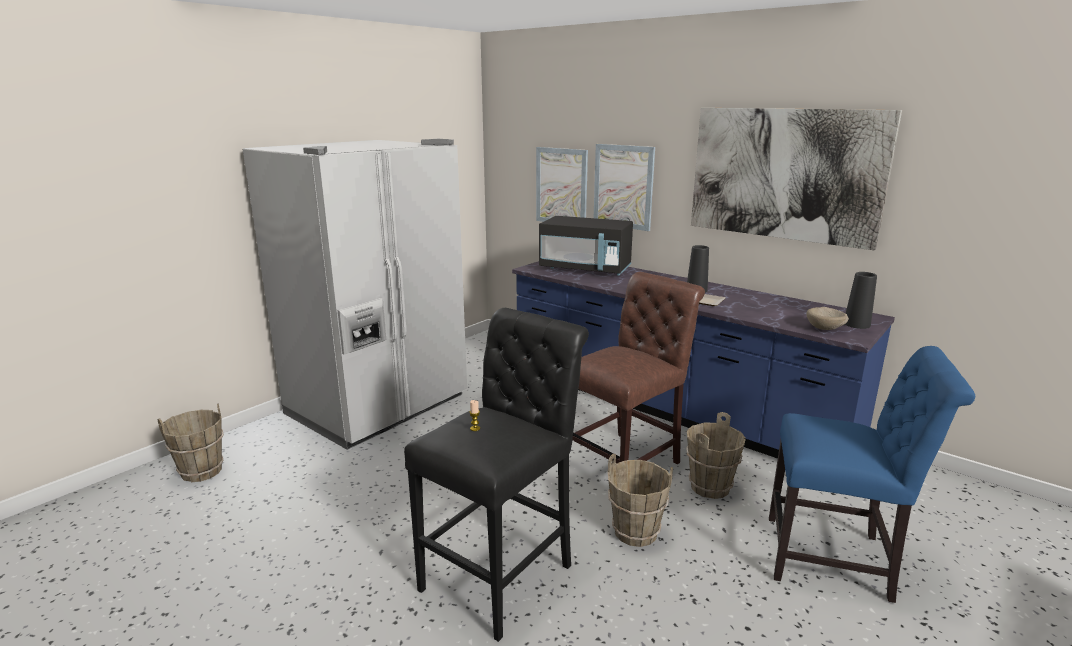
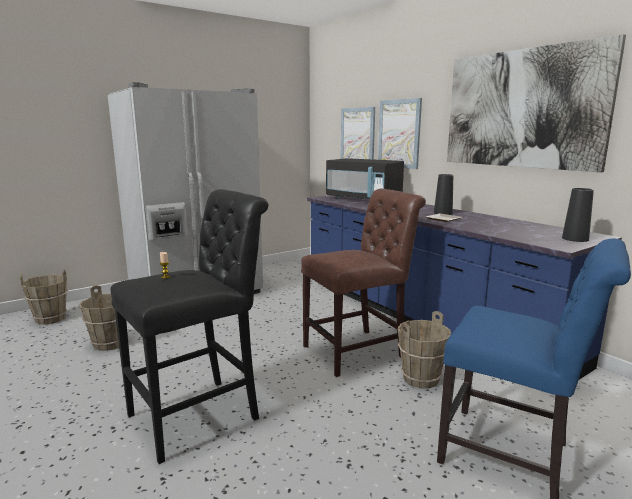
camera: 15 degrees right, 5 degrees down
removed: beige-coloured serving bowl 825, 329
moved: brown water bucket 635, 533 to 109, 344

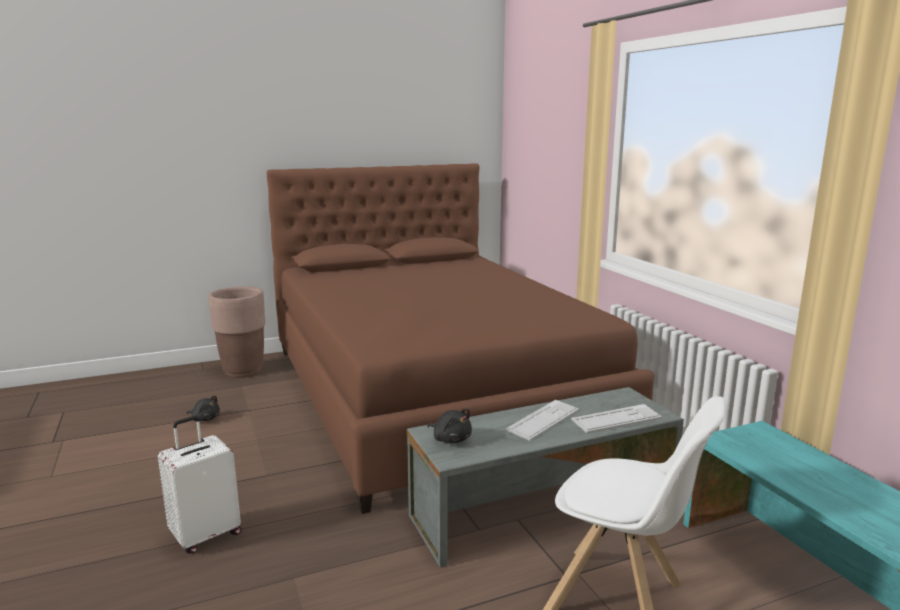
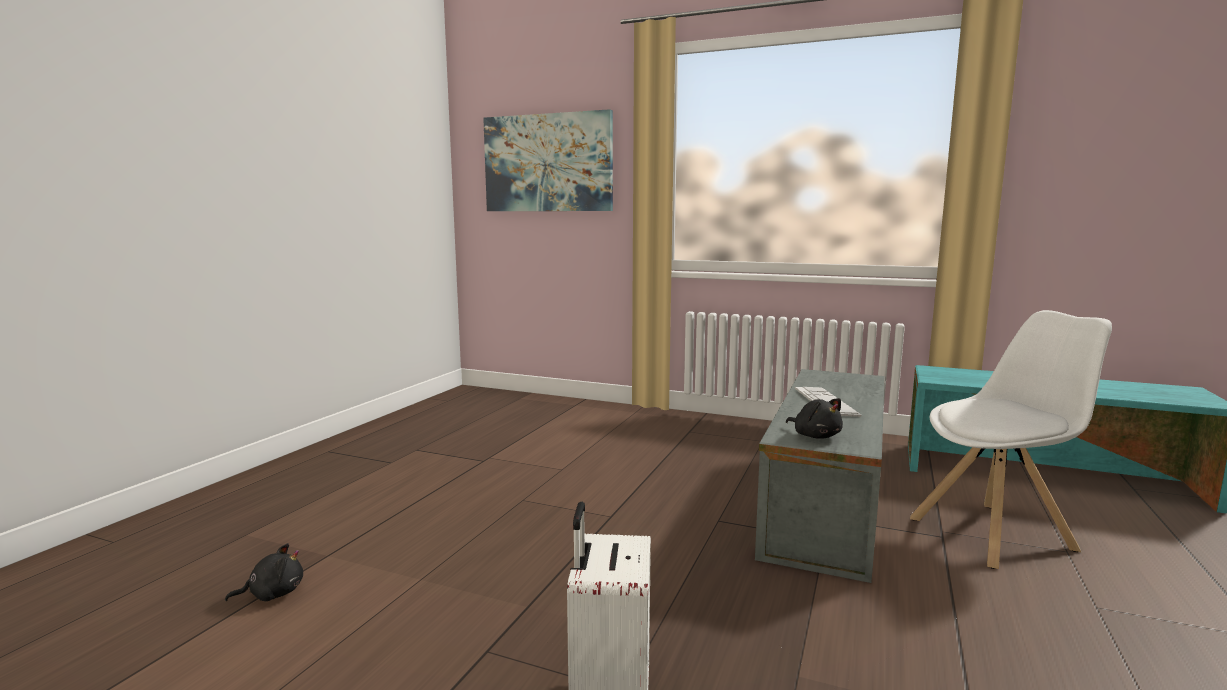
camera: 45 degrees left, 5 degrees down
removed: brown plant pot 243, 371; brown bed 433, 392; keyboard 616, 419
added: wall art 547, 163
turned: black cuddly toy 451, 439 = 815, 436 60 degrees clockwise

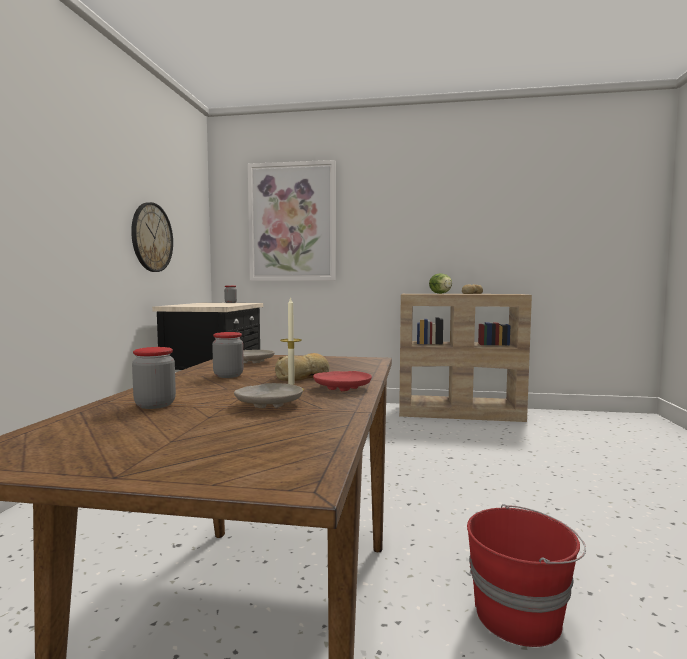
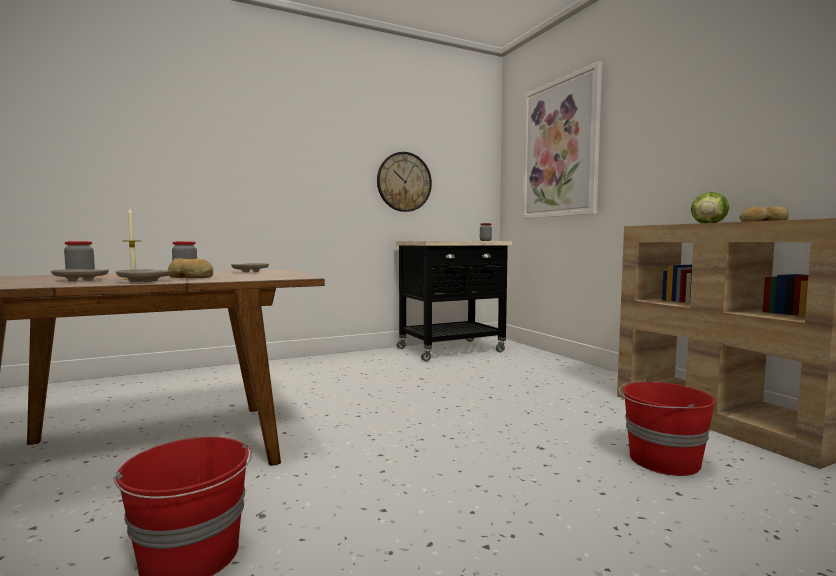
camera: 55 degrees right, 0 degrees up
added: reddish water bucket 662, 460
recoloured: reddish dinner plate 342, 388 to beige-coloured dinner plate 145, 281

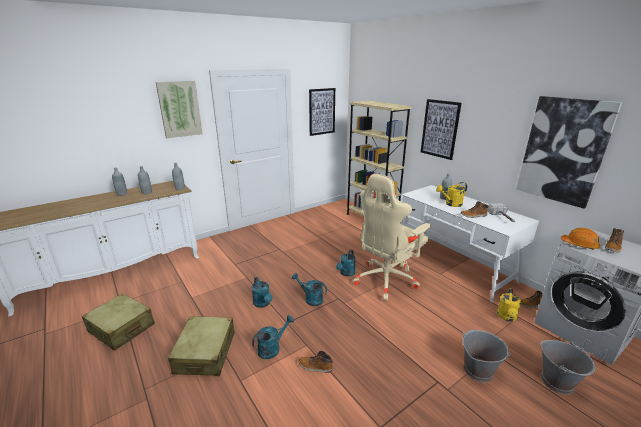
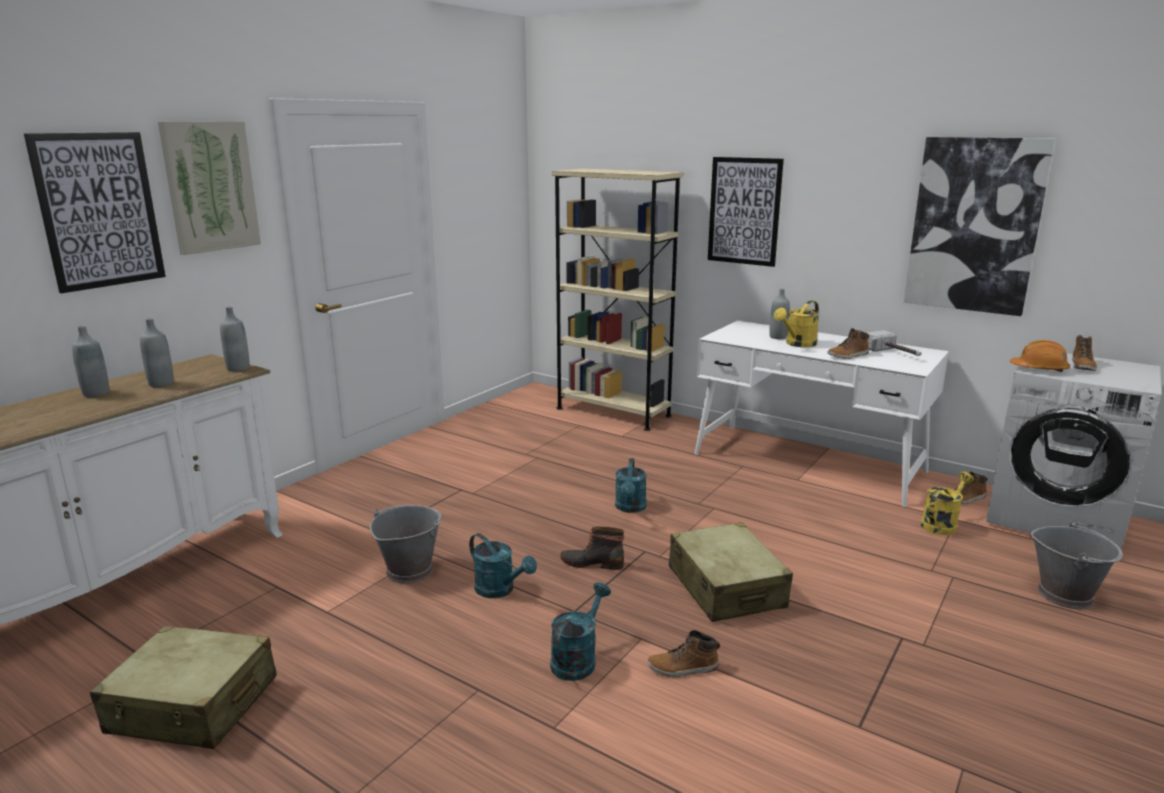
camera: 20 degrees left, 5 degrees down
removed: beige-coloured computer chair 388, 278
moved: wall art 322, 111 to 99, 211; gray water bucket 478, 370 to 409, 570; beige-coloured suitcase 205, 353 to 726, 587
replaced: blue-green watering can 310, 299 to tall boot 592, 562
turned: yellowish watering can 507, 317 = 942, 524 135 degrees counterclockwise

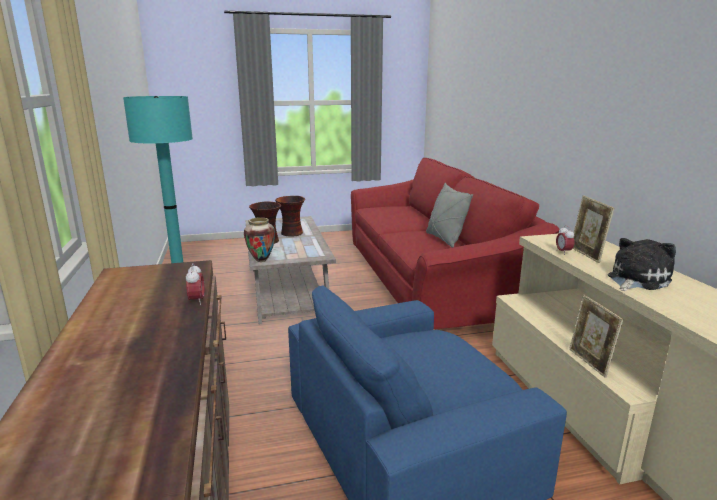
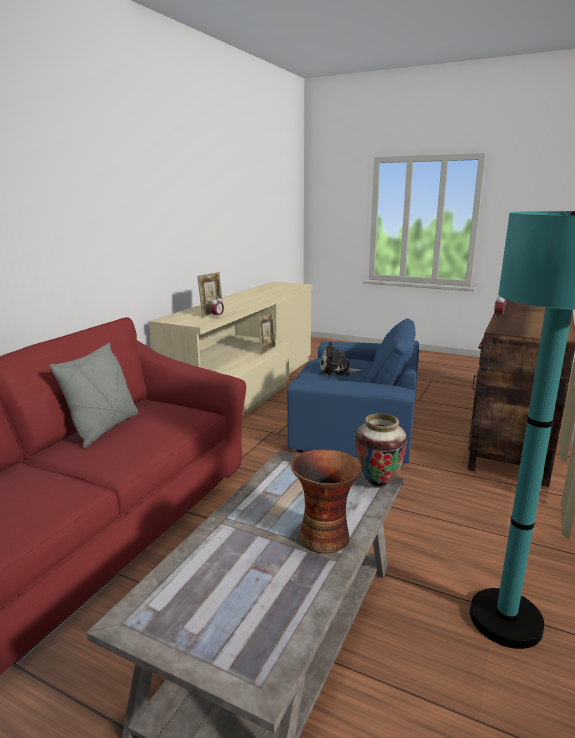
camera: 140 degrees left, 0 degrees up
removed: flower vase 291, 233
moved: cuddly toy 636, 280 to 337, 371

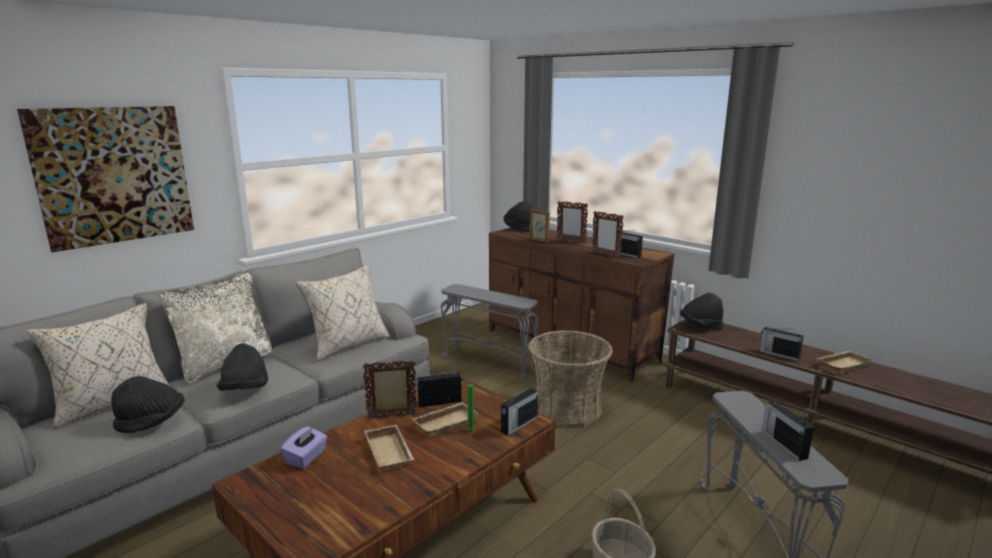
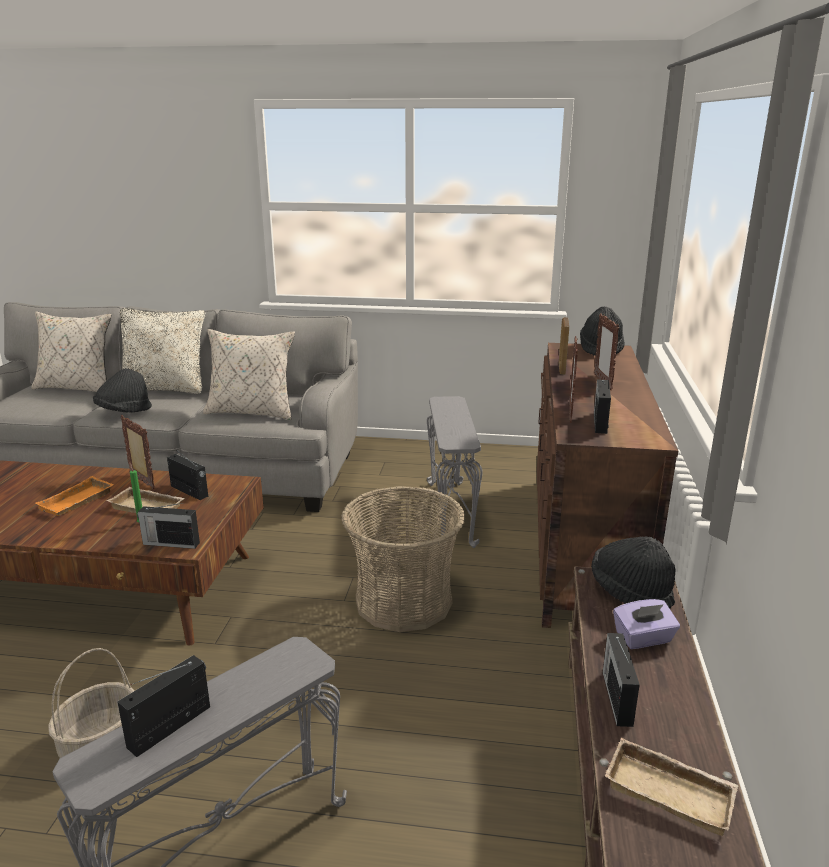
camera: 55 degrees right, 5 degrees up
removed: wall art 114, 175; black hat 152, 423
moved: purple-coloured tissue holder 306, 458 to 643, 638
recoloured: beige-coloured serving tray 391, 452 to orangey serving tray 77, 502

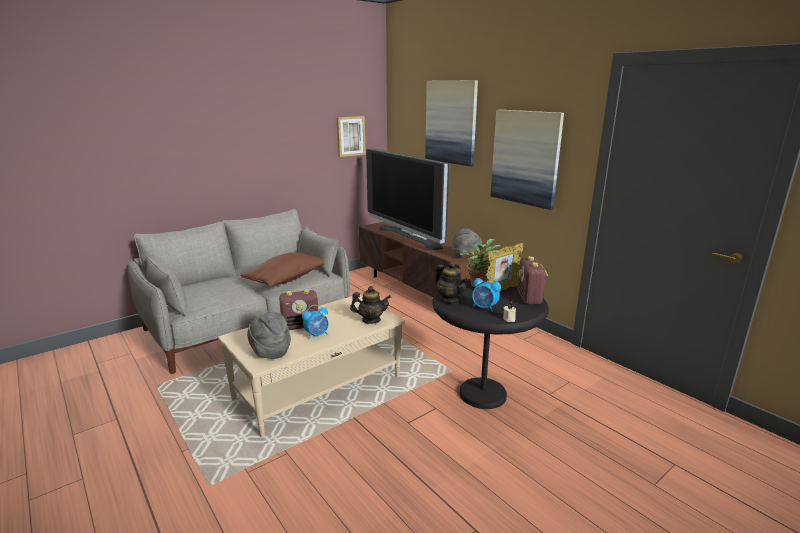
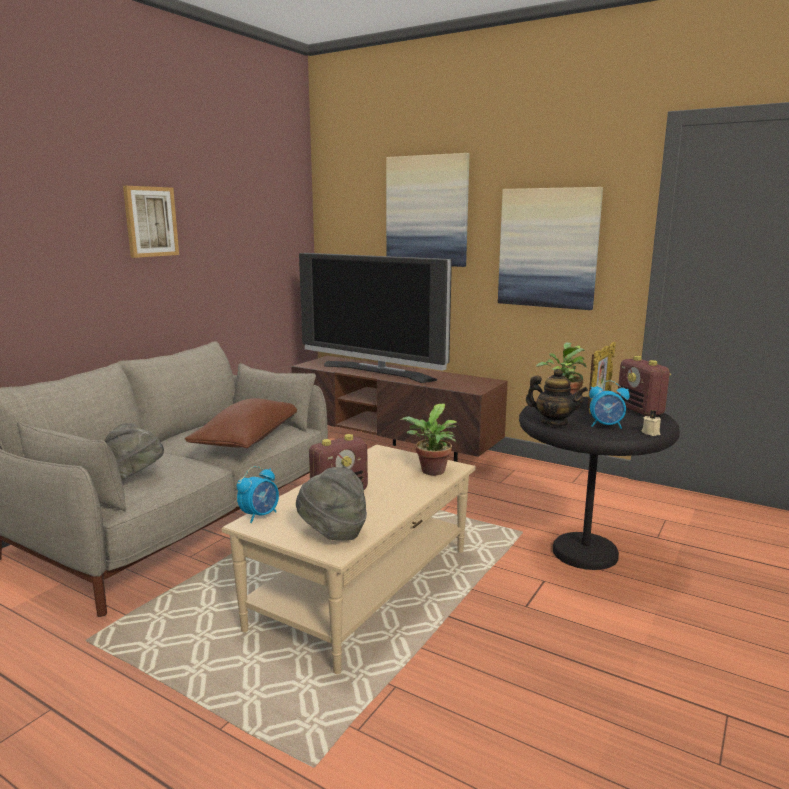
camera: 20 degrees left, 5 degrees down
moved: gray hat 466, 256 to 135, 477; wall art 350, 136 to 150, 221; bedside clock 317, 335 to 260, 515
replaced: tea pot 371, 320 to plant in a pot 431, 472

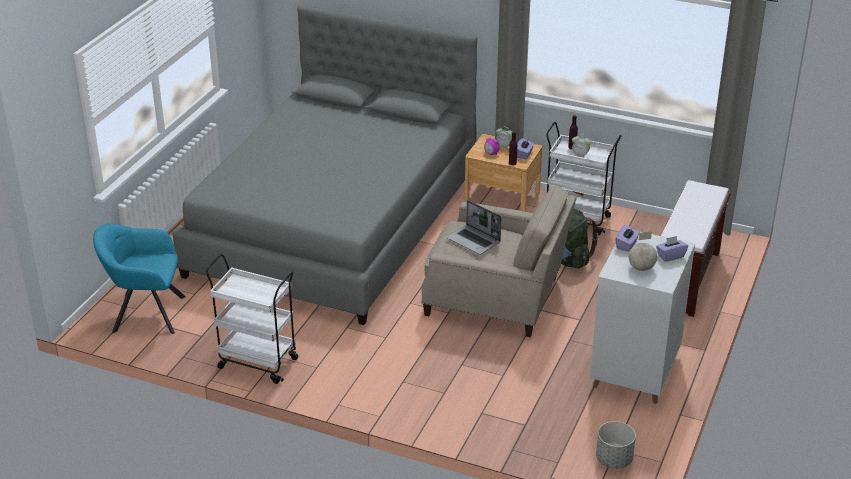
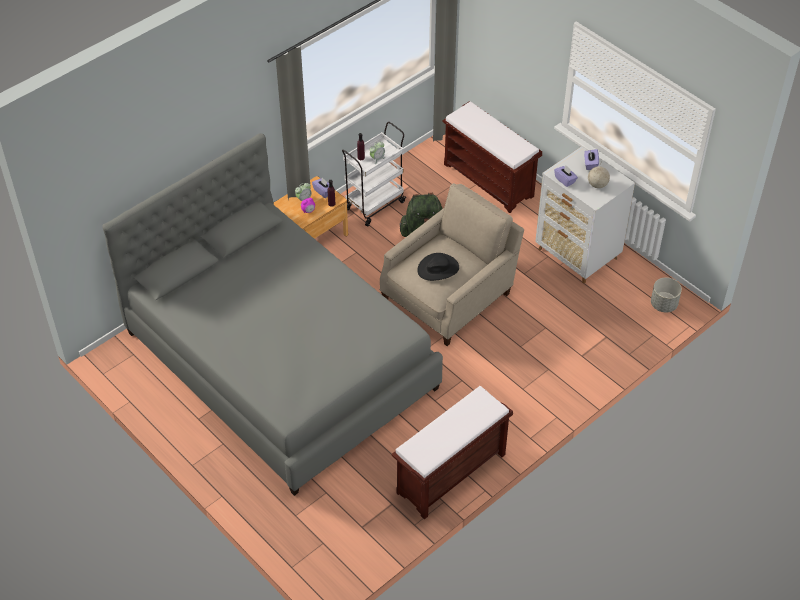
camera: 65 degrees left, 15 degrees up
removed: blue-green easy chair 145, 314
replaced: whitish wheeled cart 257, 363 to brown long seat 450, 475; laptop 474, 241 to black hat 438, 268

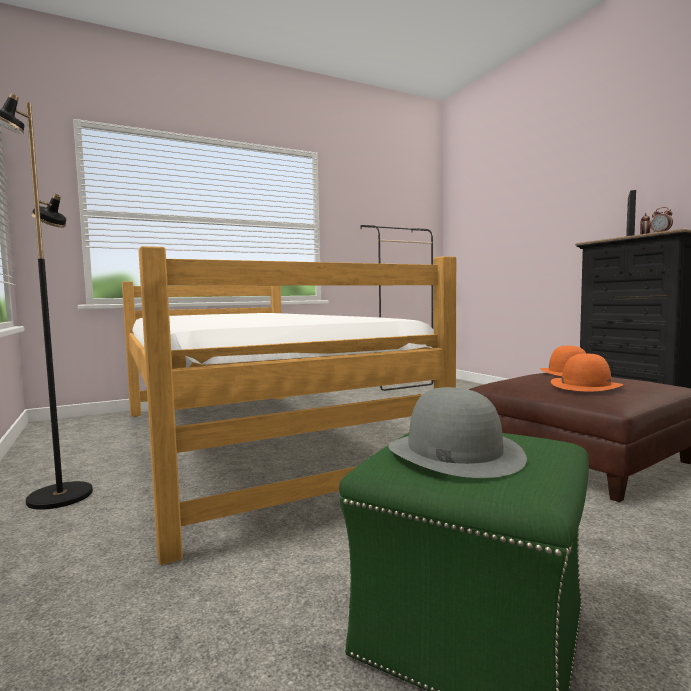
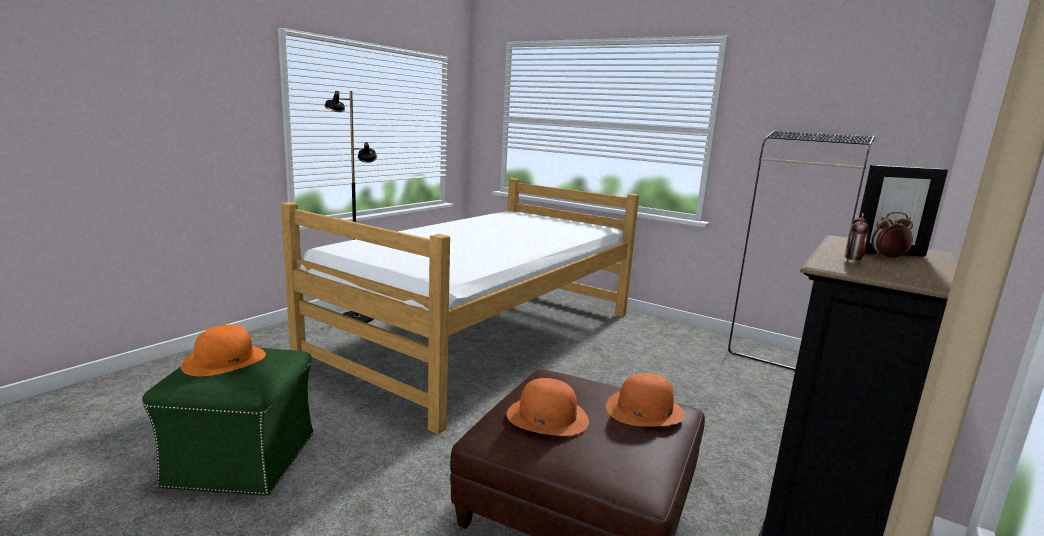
camera: 60 degrees right, 10 degrees up
recoloured: gray hat 453, 452 to orangey hat 225, 360

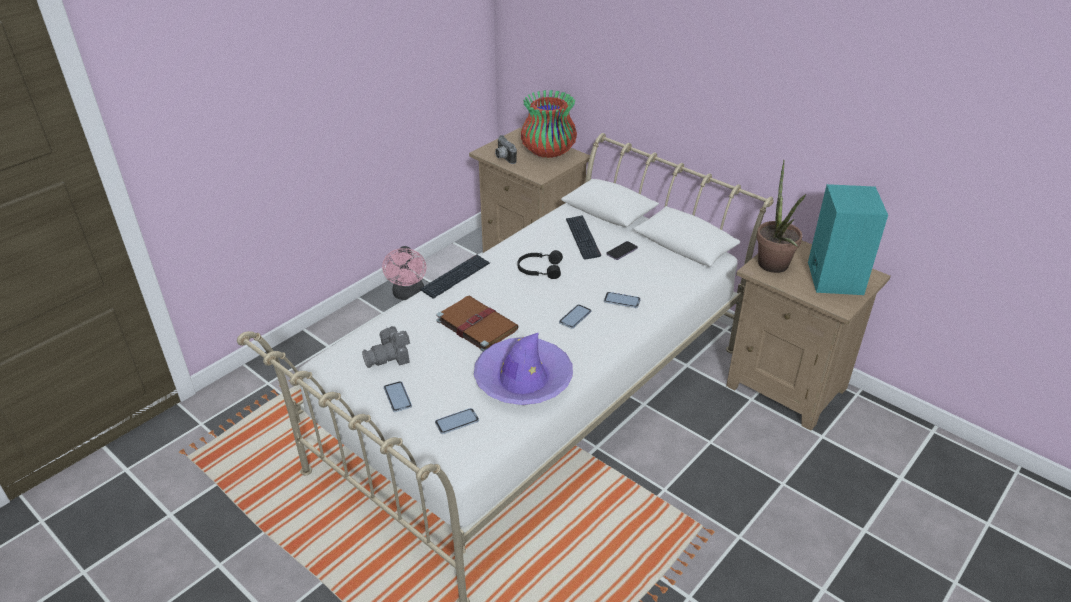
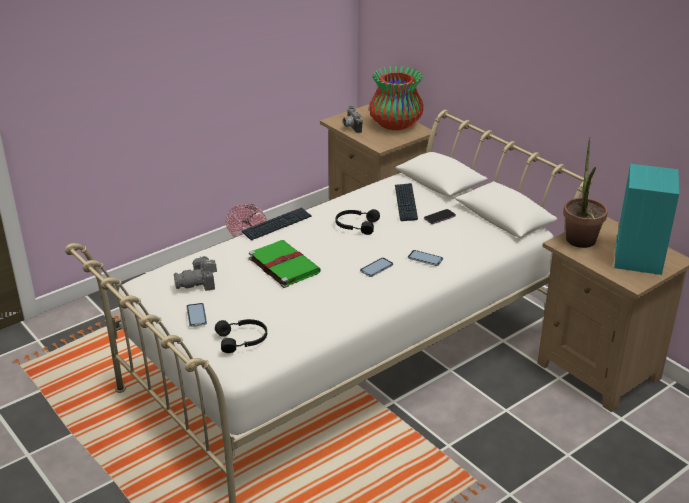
camera: 10 degrees right, 5 degrees down
removed: purple-coloured hat 523, 380
replaced: telephone 457, 422 to black headset 243, 340
recoloured: brown volume 475, 325 to green volume 283, 265

